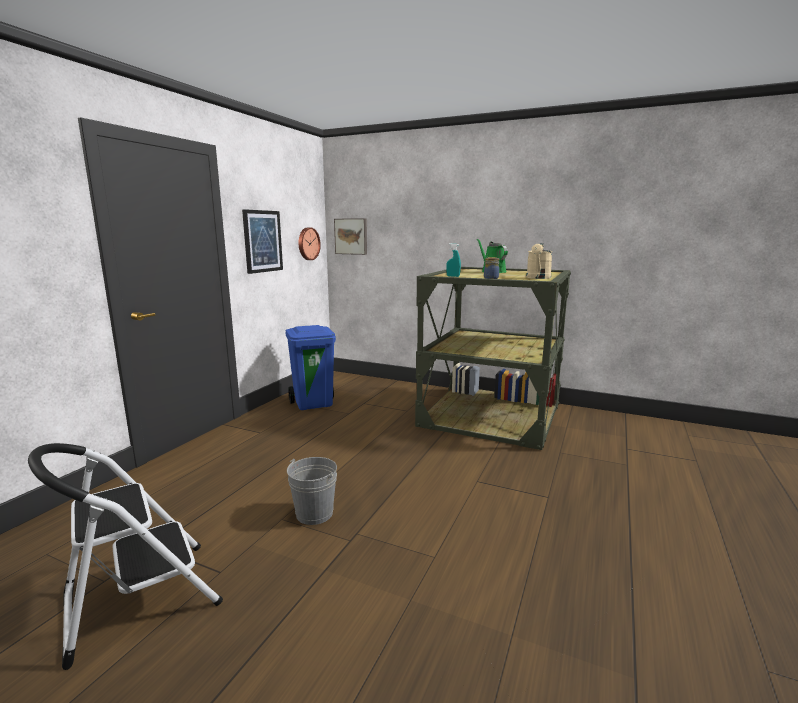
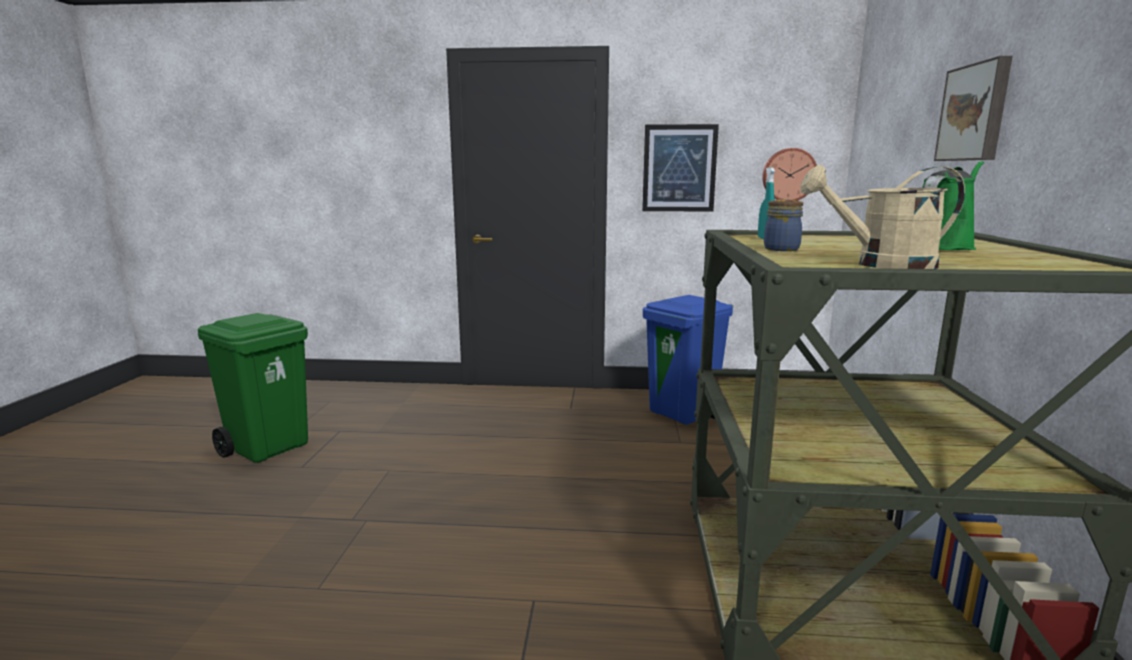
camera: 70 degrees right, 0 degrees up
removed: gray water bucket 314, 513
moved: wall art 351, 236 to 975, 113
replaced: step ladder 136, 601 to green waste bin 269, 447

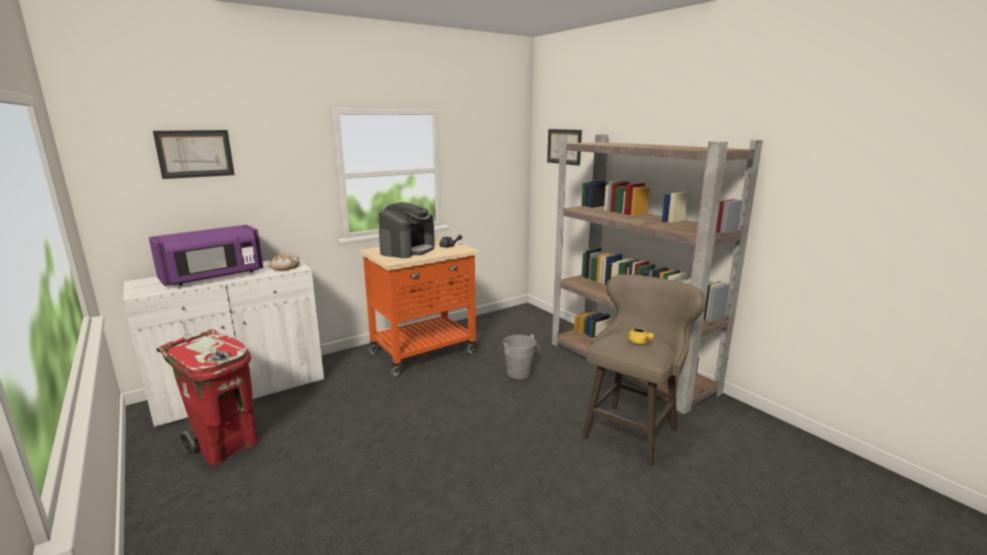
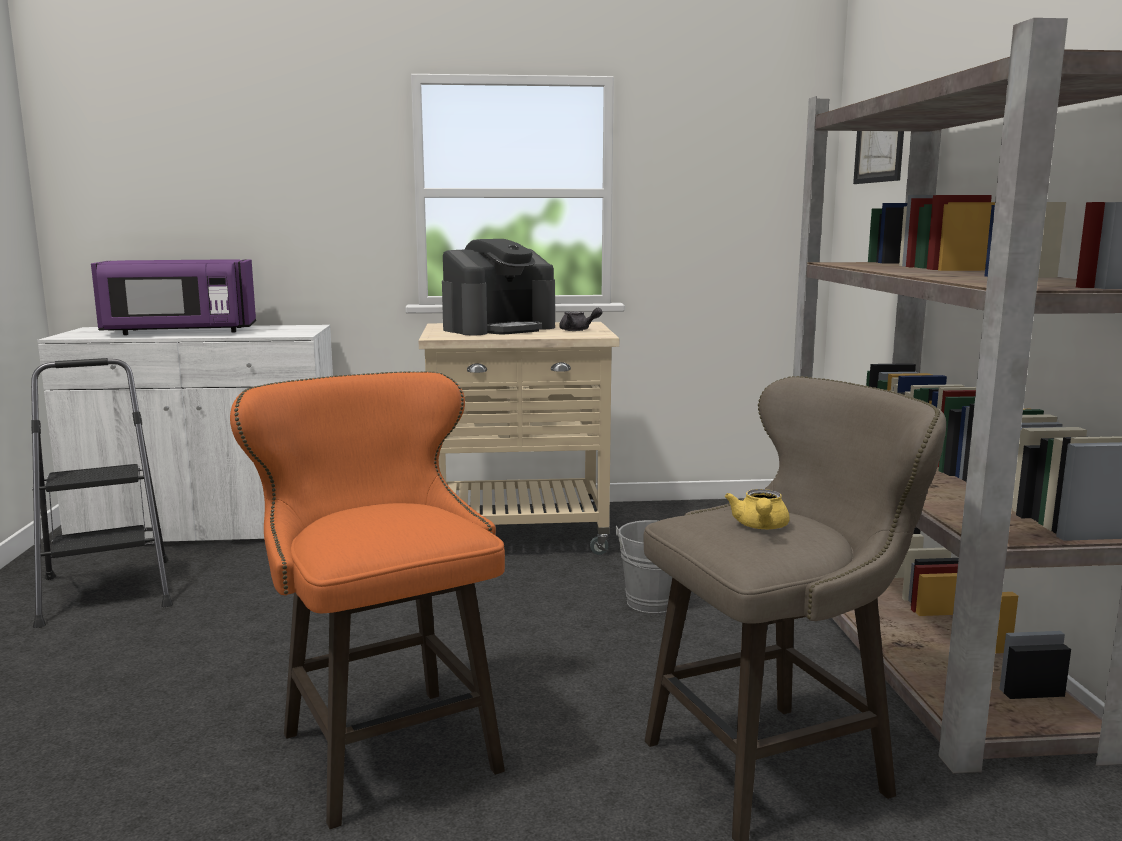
camera: 30 degrees right, 5 degrees down
removed: wall art 195, 153; bakery bread 285, 267
added: orangey sitting stool 386, 746
replaced: reddish waste bin 225, 446 to black step ladder 107, 588
recoloured: orangey wheeled cart 423, 353 to beige-coloured wheeled cart 518, 536

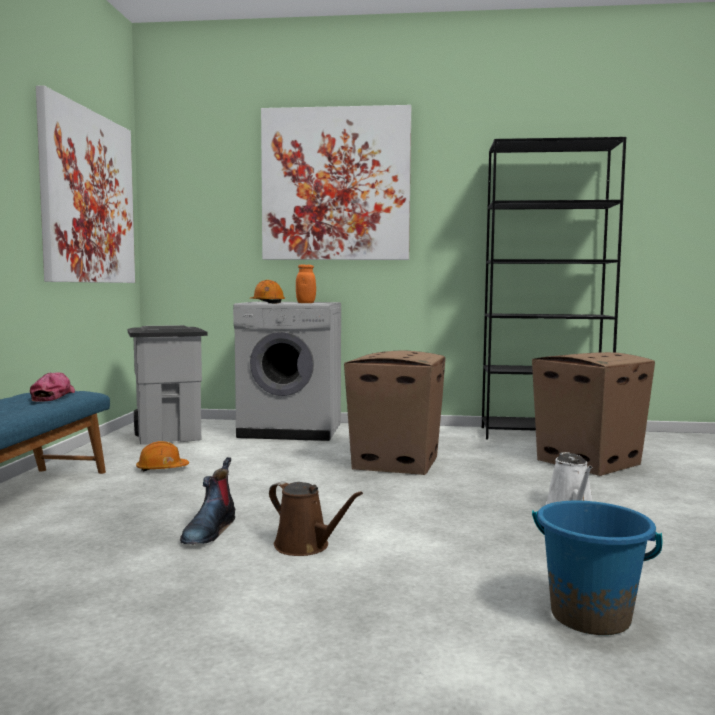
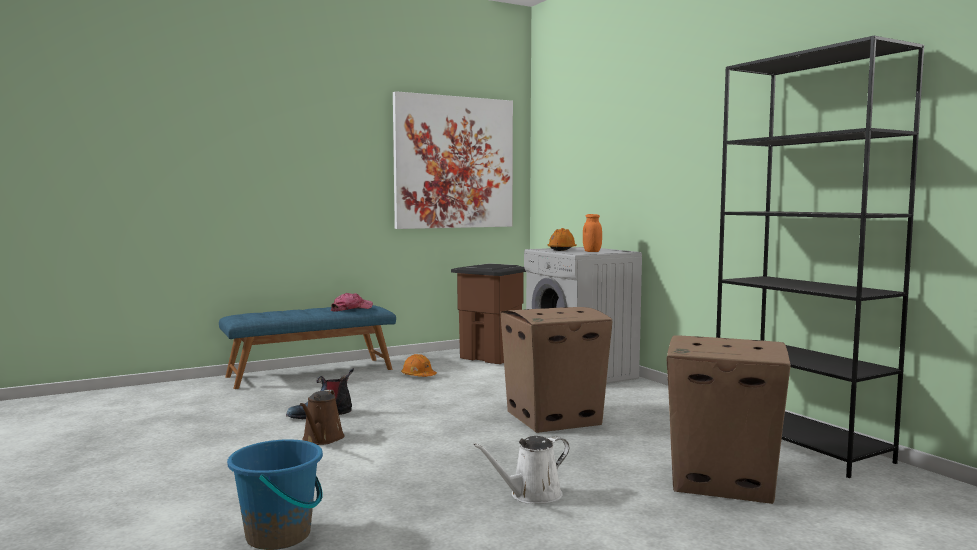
camera: 55 degrees right, 0 degrees up
removed: wall art 335, 184
recoloured: gray waste bin 170, 437 to brown waste bin 493, 357

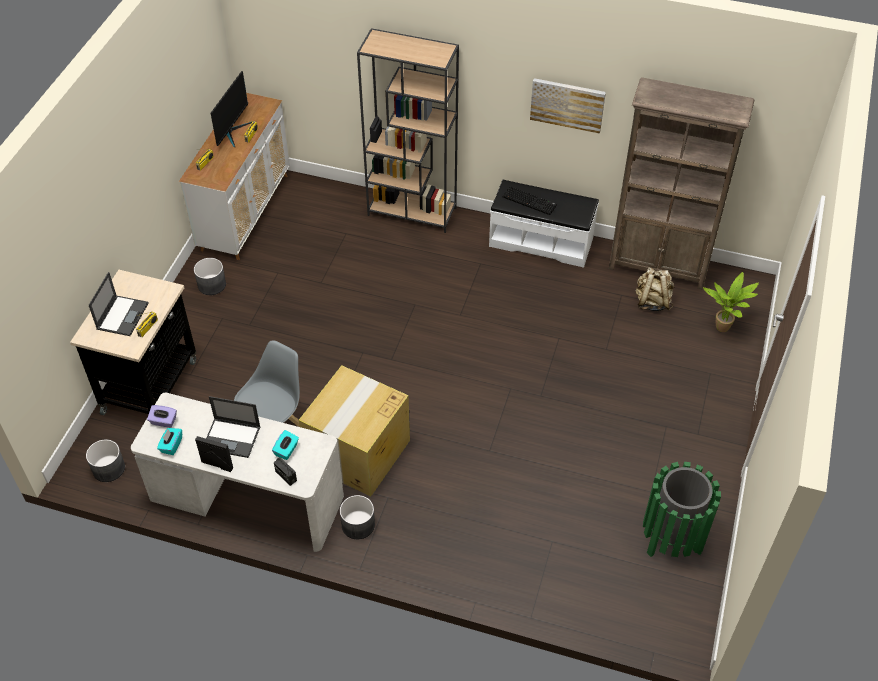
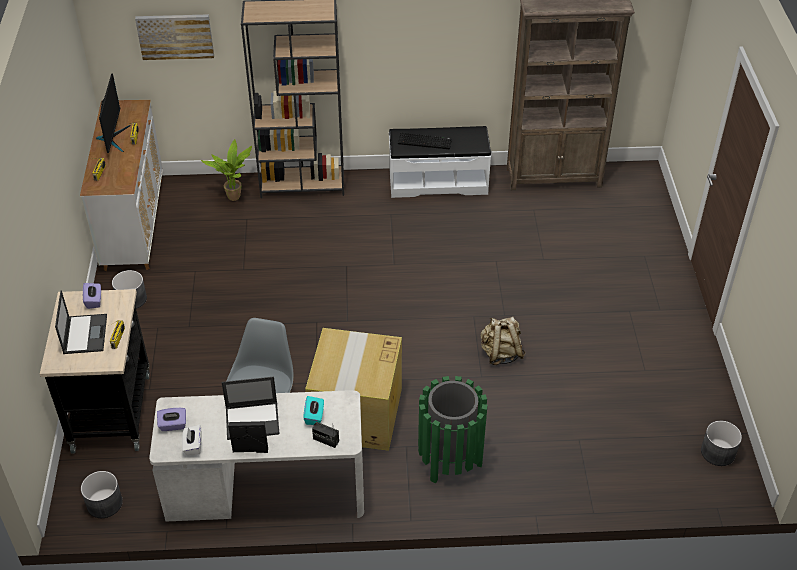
camera: 20 degrees left, 5 degrees down
added: purple-coloured tissue holder 94, 301
moved: wall art 567, 104 to 175, 36; plant in a pot 723, 330 to 235, 198; green waste bin 671, 538 to 449, 459; beige-coloured rucksack 652, 301 to 500, 353; gray plant pot 358, 524 to 717, 452
recoloured: blue-green tissue holder 171, 446 to whitish tissue holder 193, 445

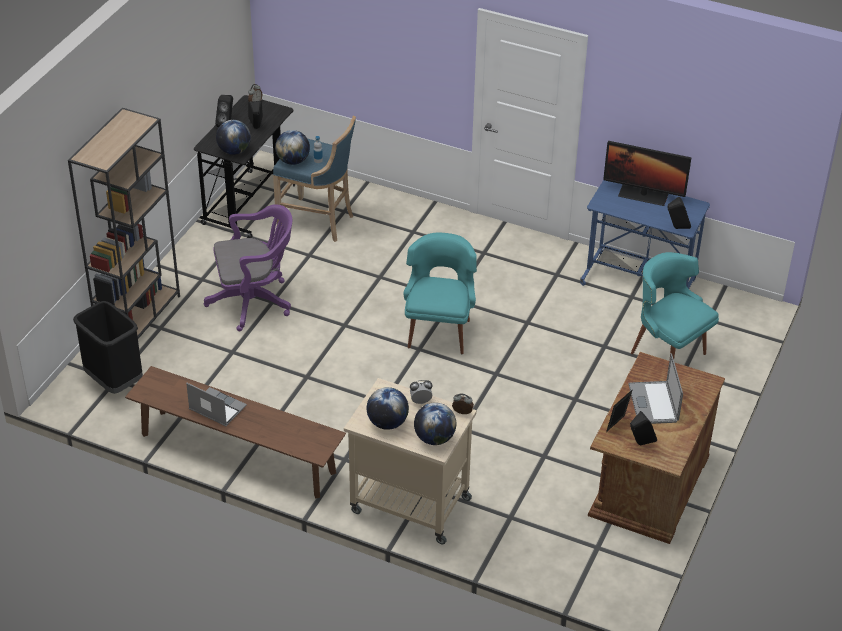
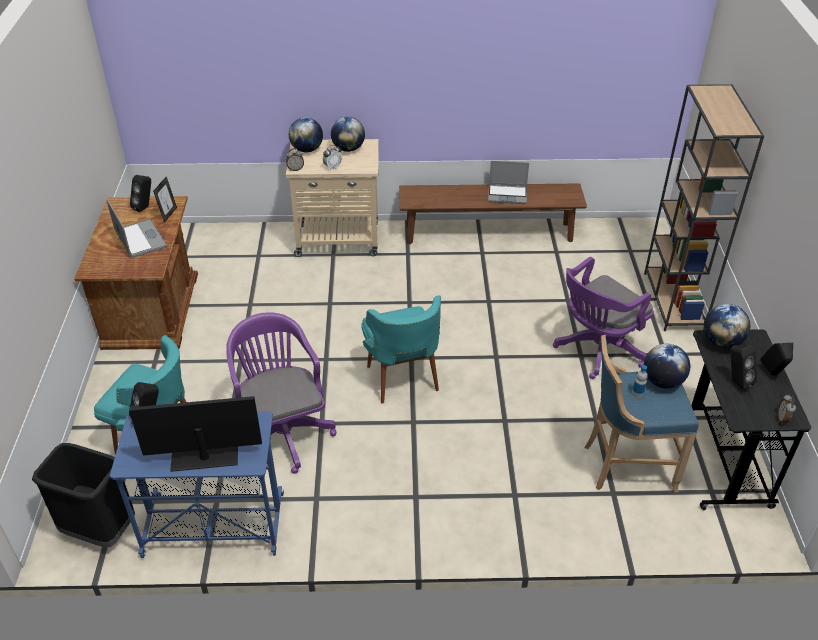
camera: 155 degrees right, 0 degrees up
added: purple-coloured computer chair 282, 431
moved: black waste bin 114, 381 to 99, 530

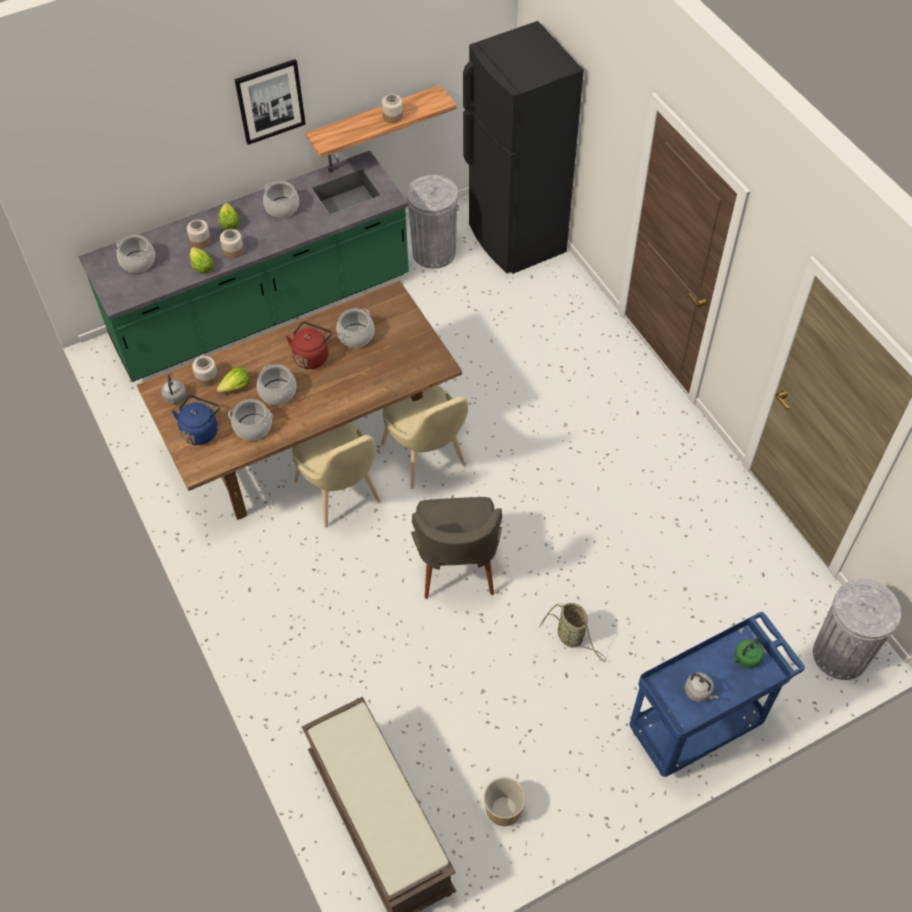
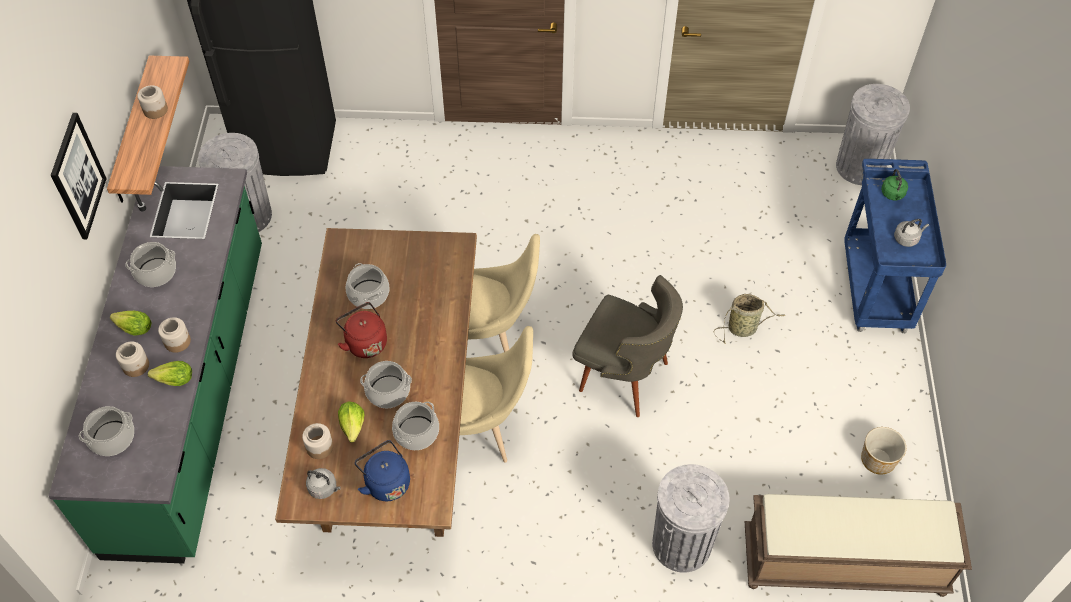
camera: 60 degrees left, 0 degrees up
added: gray waste bin 681, 544

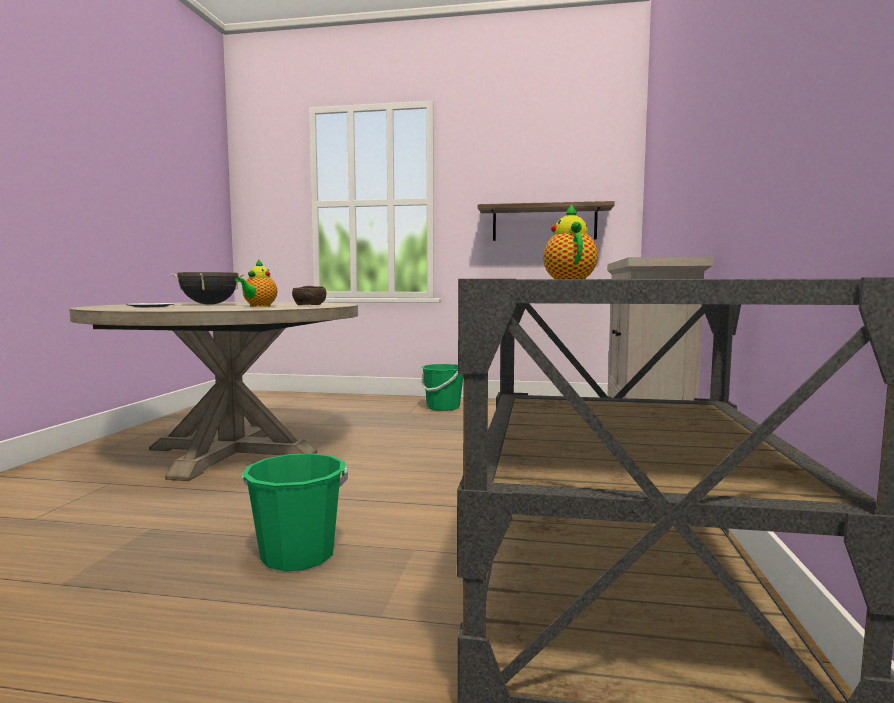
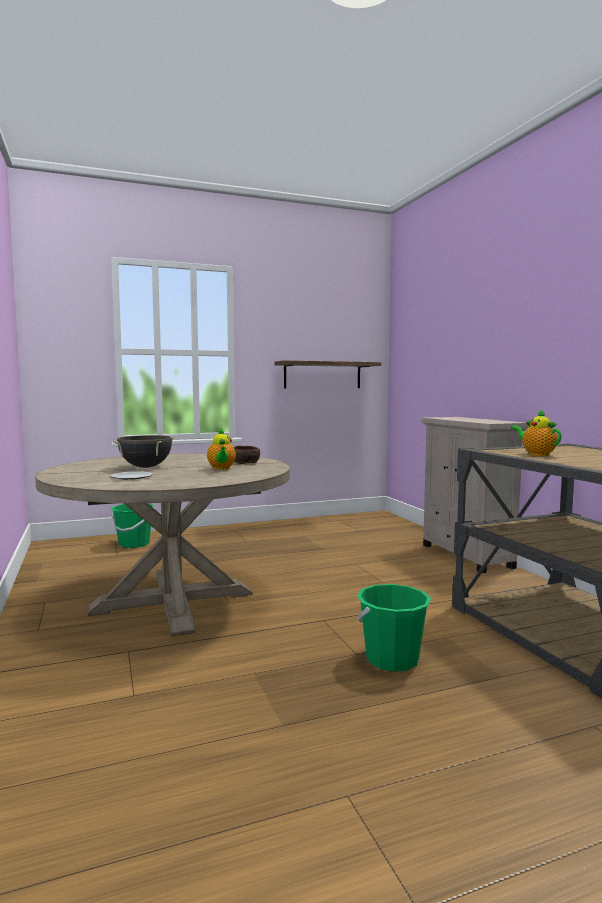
camera: 30 degrees left, 0 degrees up
moved: green water bucket 443, 407 to 134, 544

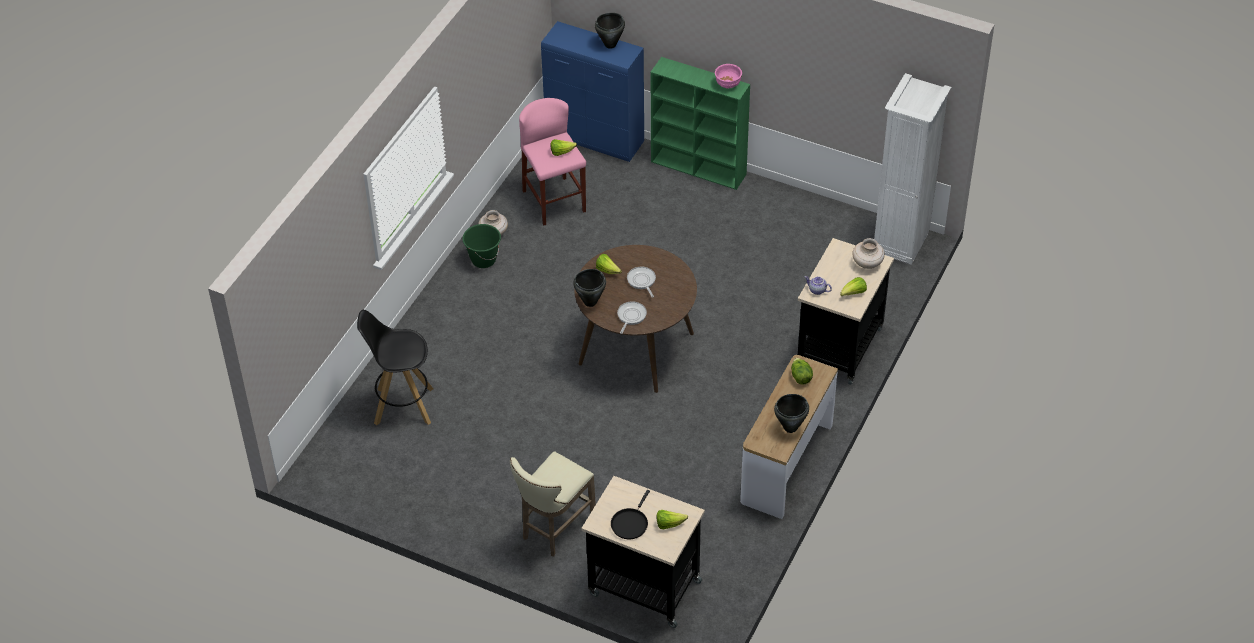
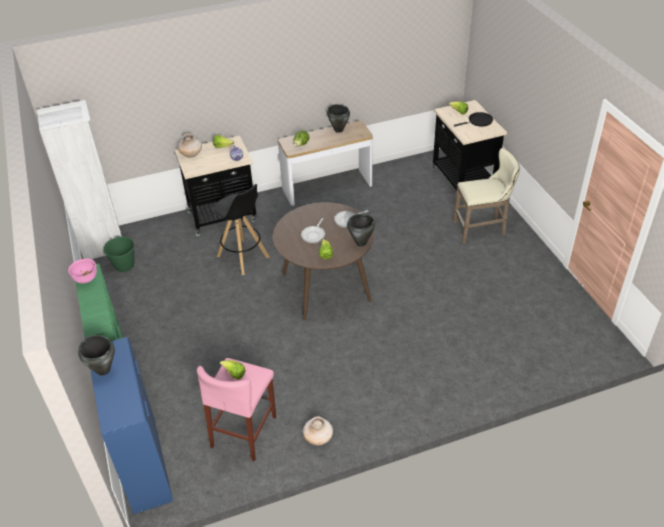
camera: 135 degrees left, 5 degrees down
moved: green water bucket 483, 260 to 124, 266; black sitting stool 402, 406 to 243, 257

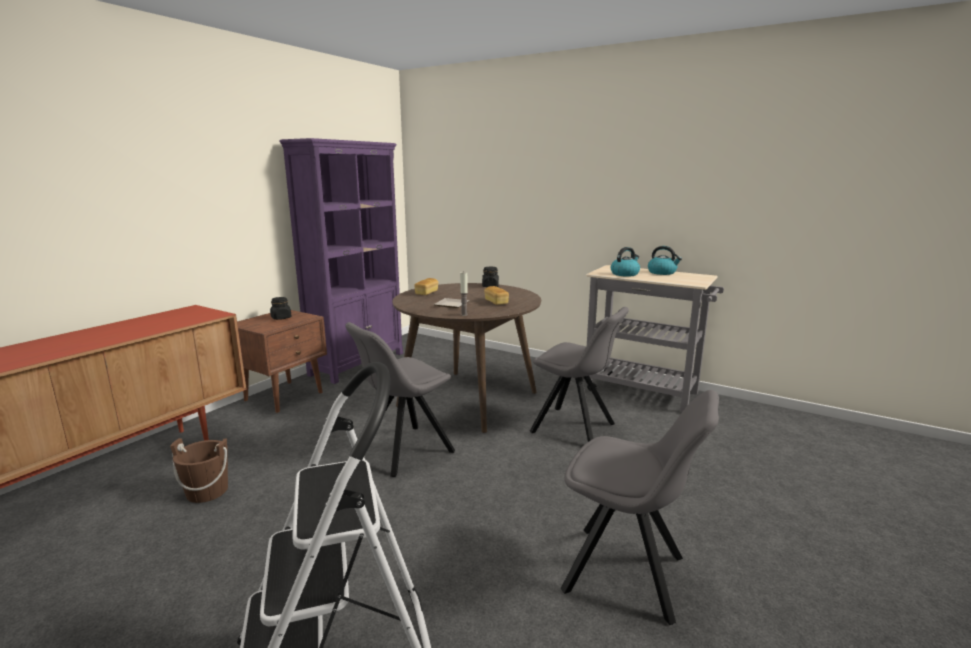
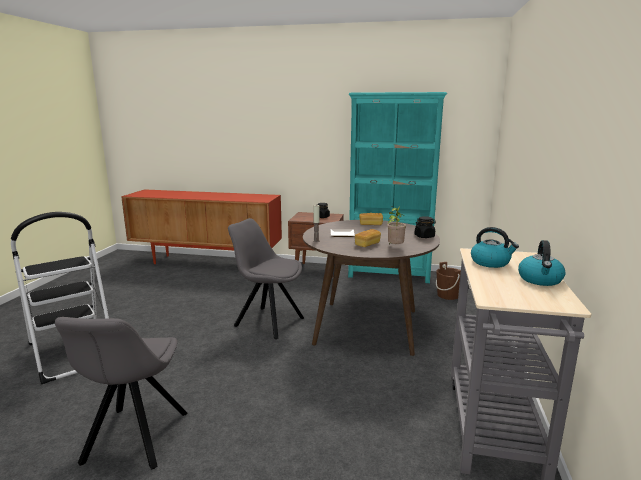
camera: 70 degrees right, 0 degrees up
removed: gray chair 573, 428
added: plant in a pot 395, 247
moved: brown water bucket 207, 491 to 448, 295
recoloured: purple-coloured bookcase 358, 363 to blue-green bookcase 389, 274

